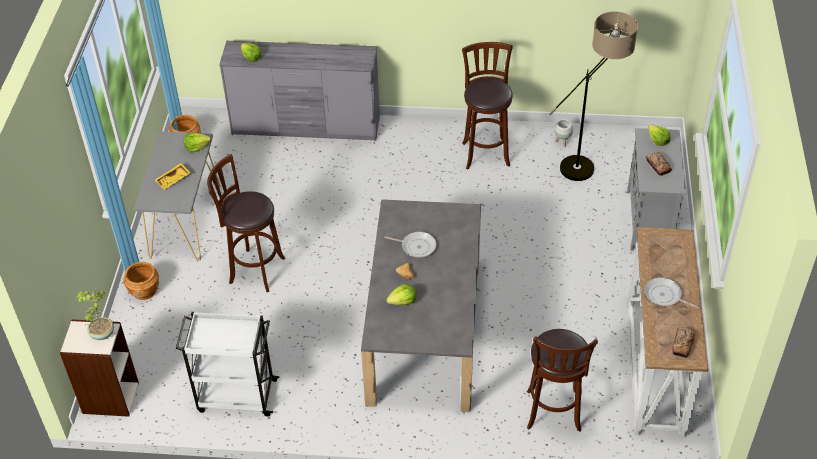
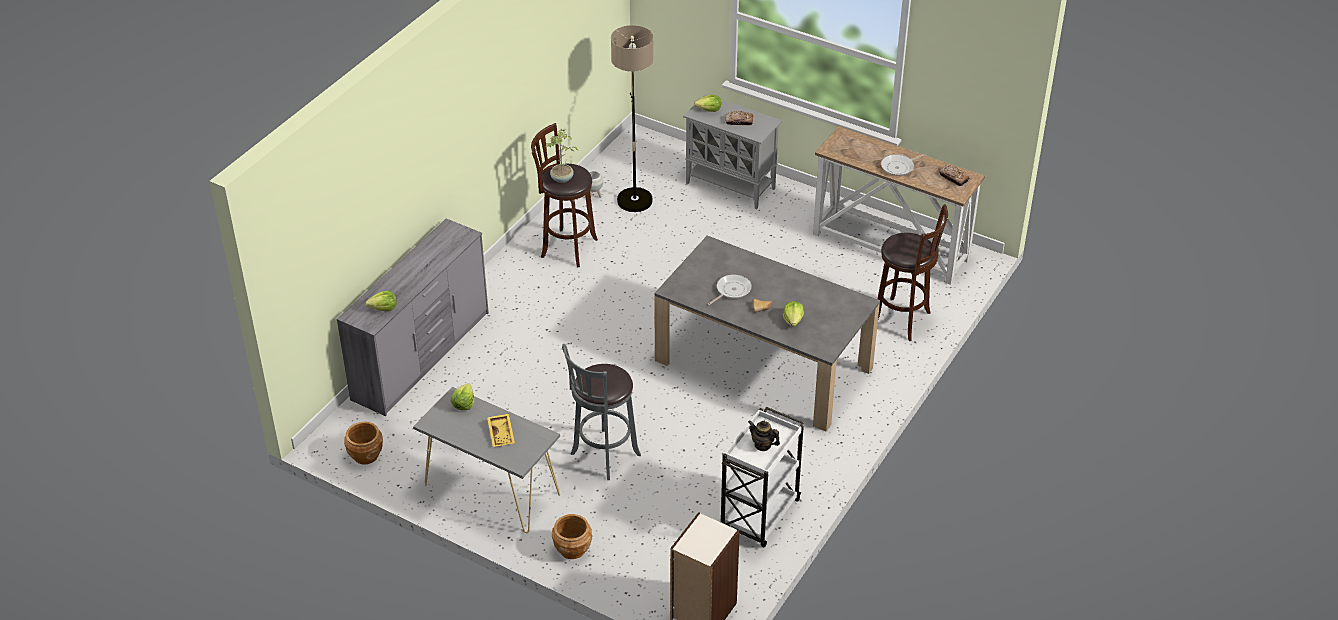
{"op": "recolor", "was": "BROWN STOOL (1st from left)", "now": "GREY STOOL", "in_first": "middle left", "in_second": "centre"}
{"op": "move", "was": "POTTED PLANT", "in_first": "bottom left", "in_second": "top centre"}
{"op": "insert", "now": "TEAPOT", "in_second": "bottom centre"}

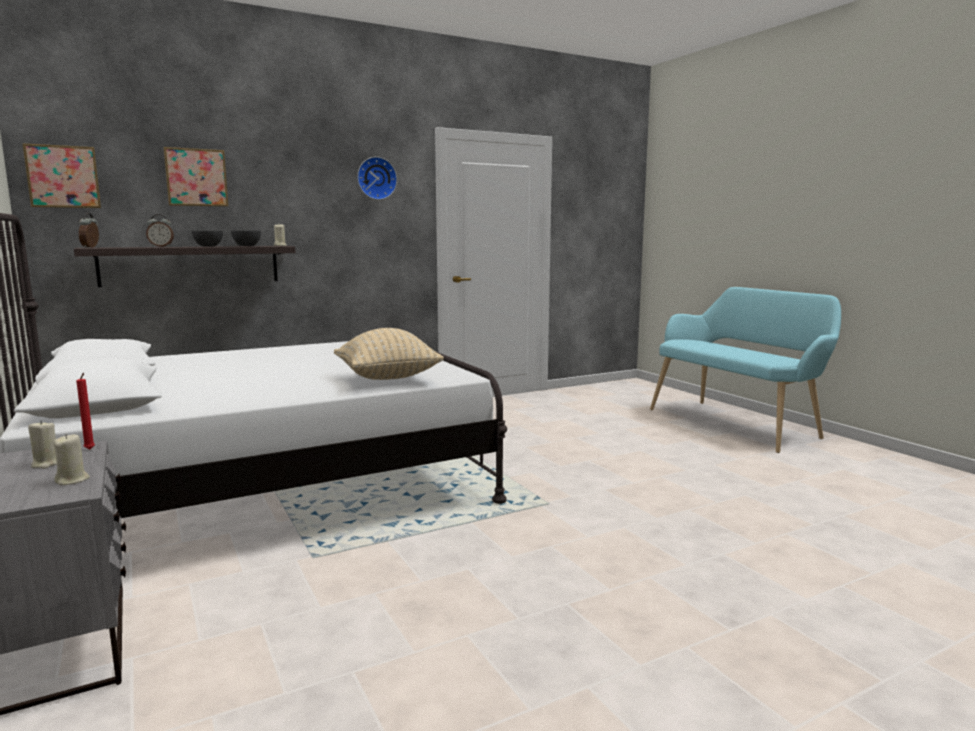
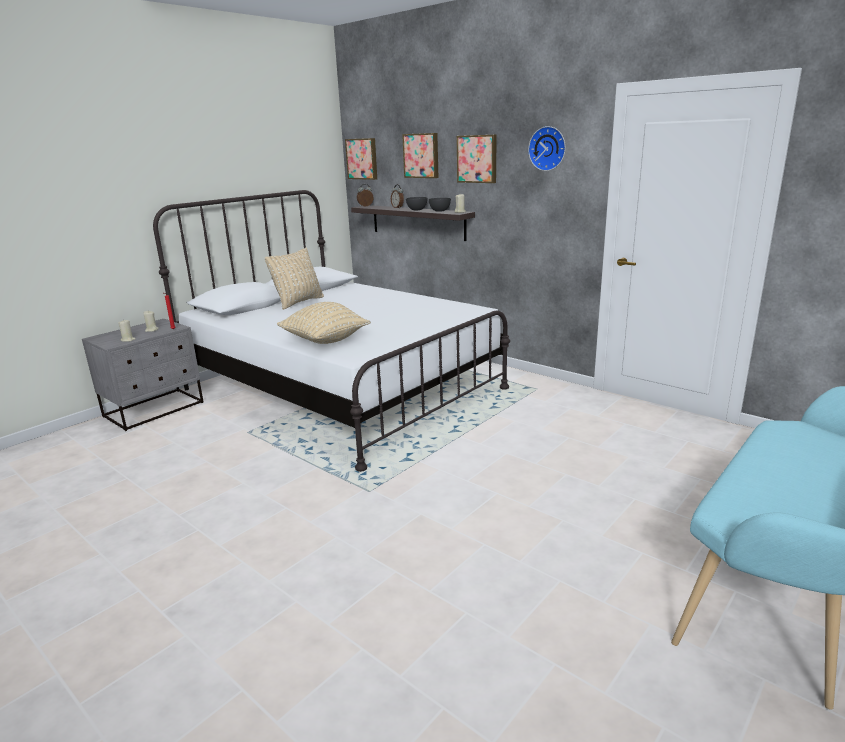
{"op": "insert", "now": "PICTURE (3rd from left)", "in_second": "top centre"}
{"op": "insert", "now": "BEIGE PILLOW (1st from left)", "in_second": "centre"}

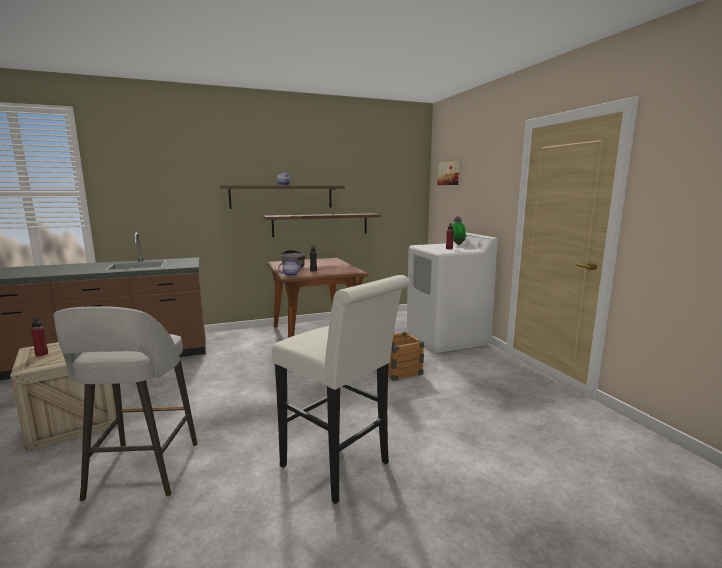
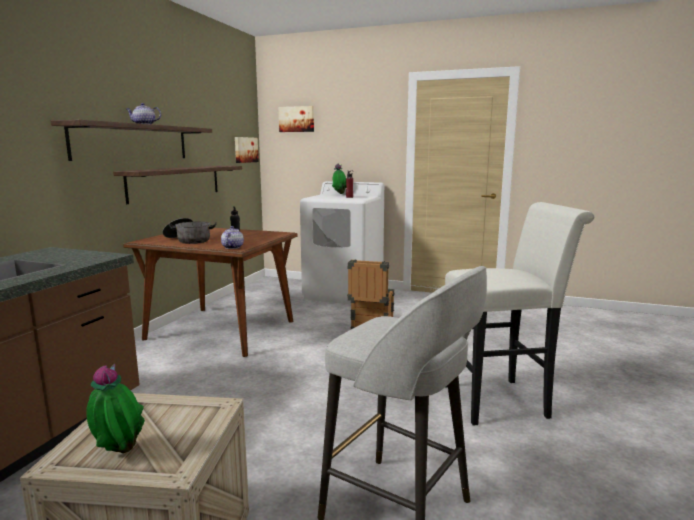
{"op": "replace", "was": "RED BOTTLE (1st from left)", "now": "POTTED PLANT (1st from left)", "in_first": "middle left", "in_second": "bottom left"}
{"op": "insert", "now": "PICTURE (1st from left)", "in_second": "top centre"}

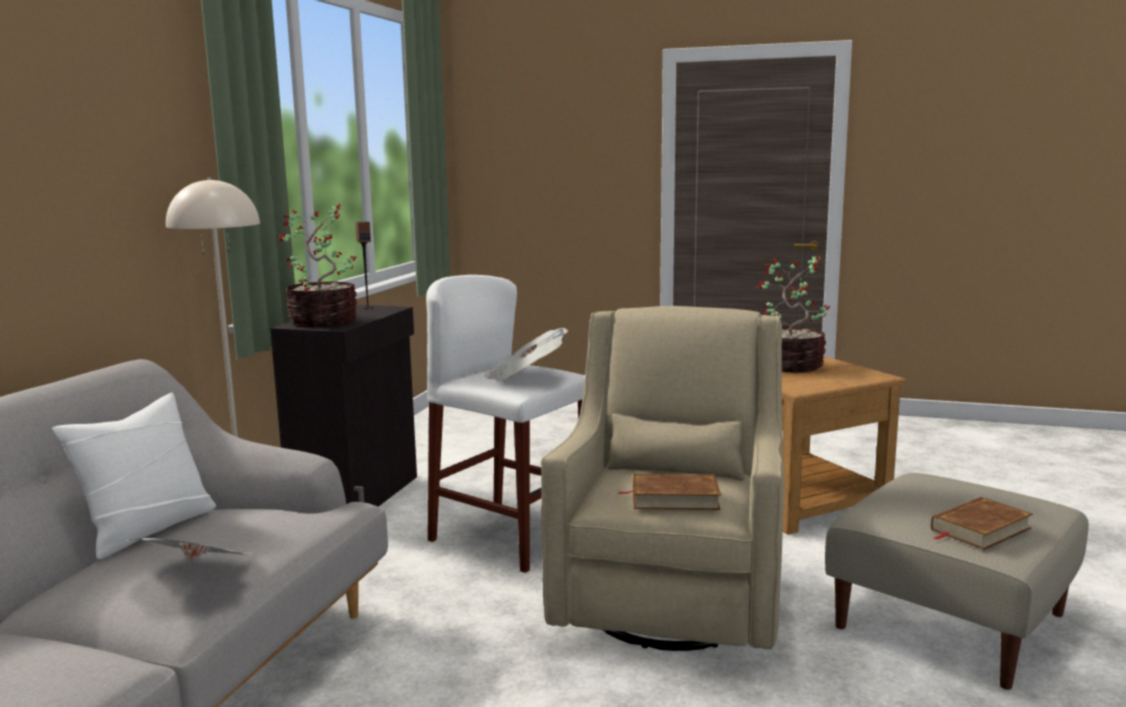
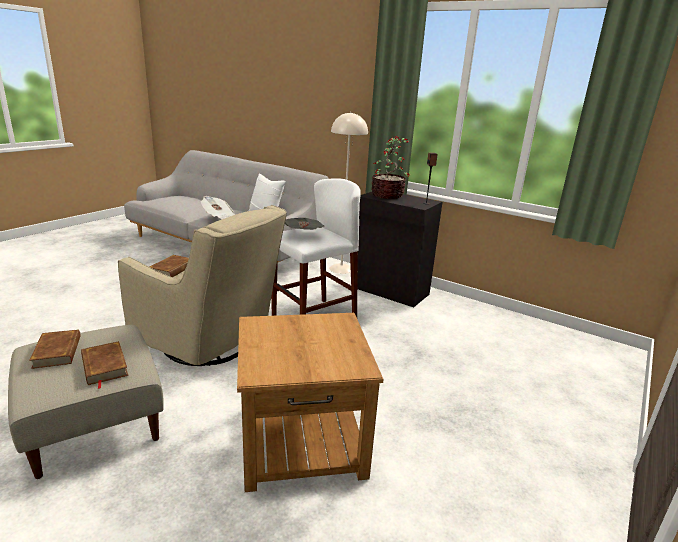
{"op": "delete", "was": "POTTED PLANT (2nd from left)", "in_first": "middle right"}
{"op": "insert", "now": "BROWN BOOK (2nd from left)", "in_second": "bottom left"}

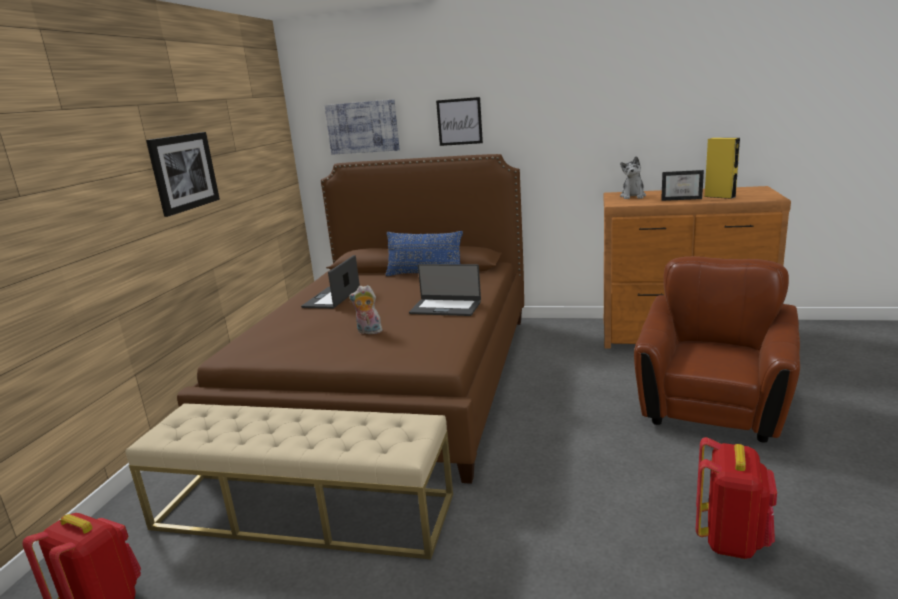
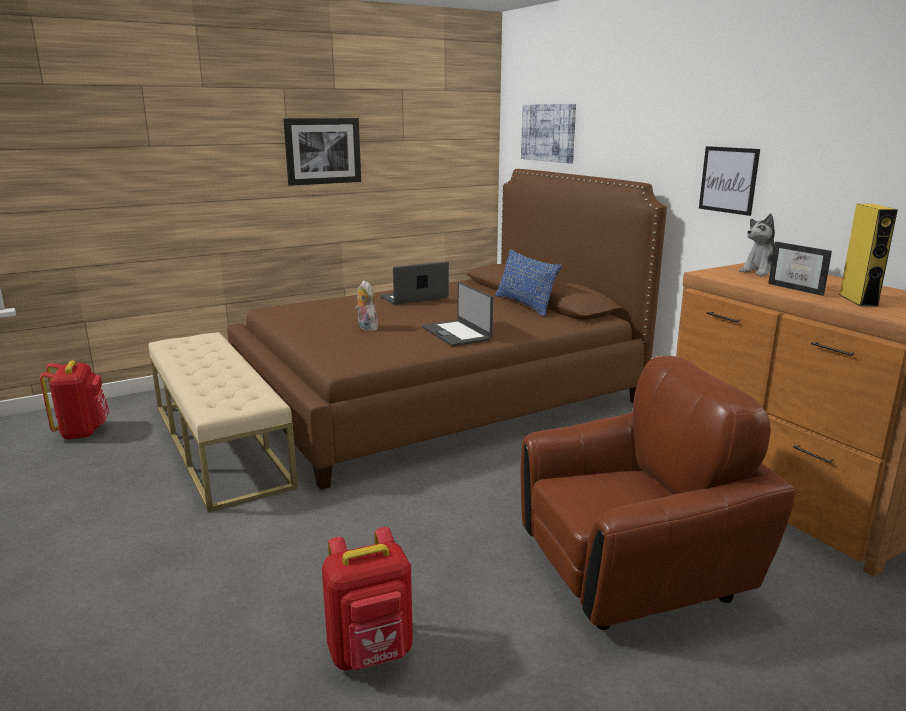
{"op": "move", "was": "PICTURE (3rd from left)", "in_first": "top centre", "in_second": "top right"}

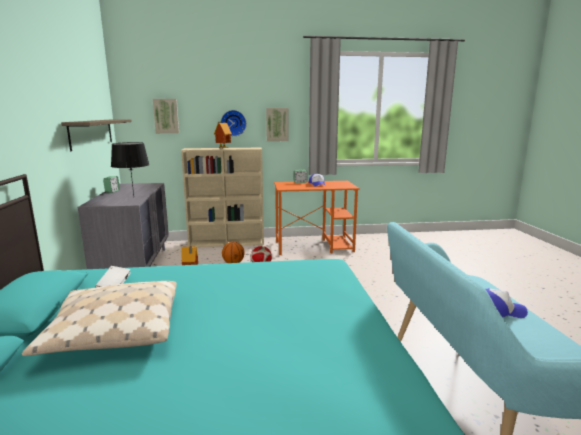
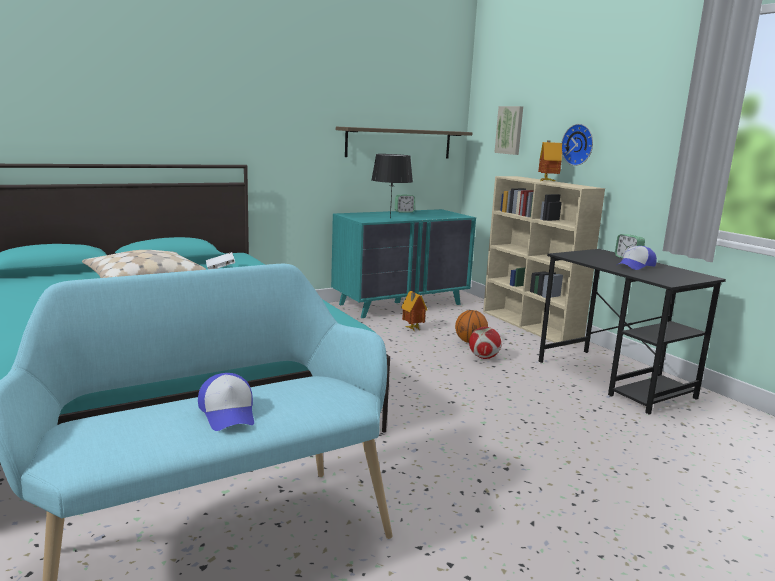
{"op": "delete", "was": "PICTURE (2nd from left)", "in_first": "top centre"}
{"op": "recolor", "was": "ORANGE DESK", "now": "BLACK DESK", "in_first": "centre", "in_second": "middle right"}
{"op": "recolor", "was": "GREY DRESSER", "now": "TURQUOISE DRESSER", "in_first": "middle left", "in_second": "centre"}

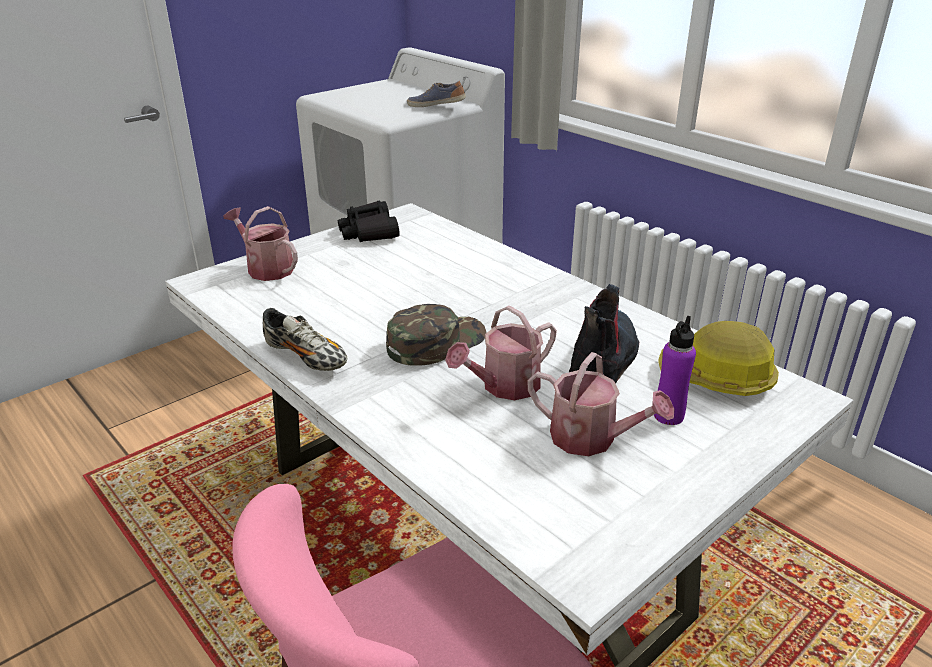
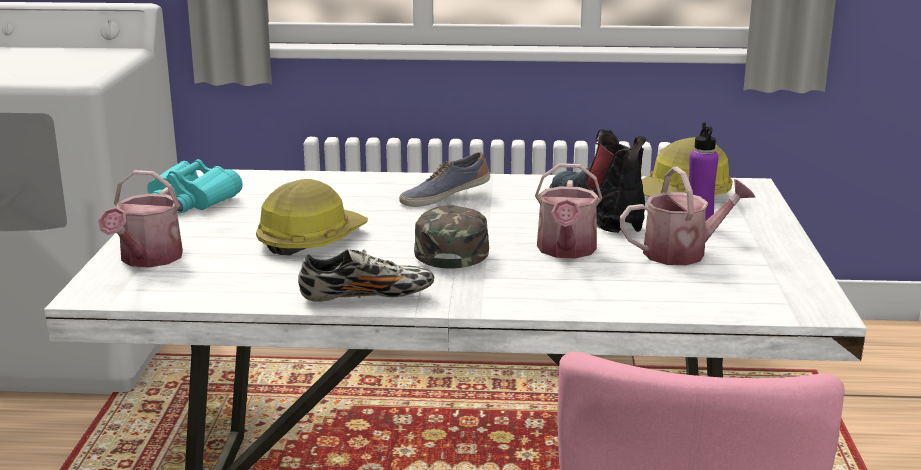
{"op": "move", "was": "SHOE (2nd from left)", "in_first": "top centre", "in_second": "centre"}
{"op": "recolor", "was": "BLACK BINOCULARS", "now": "TURQUOISE BINOCULARS", "in_first": "top centre", "in_second": "middle left"}
{"op": "rotate", "was": "WATERING CAN (1st from left)", "in_first": "middle left", "in_second": "middle left", "clockwise": -75}
{"op": "insert", "now": "HARD HAT (1st from left)", "in_second": "centre"}

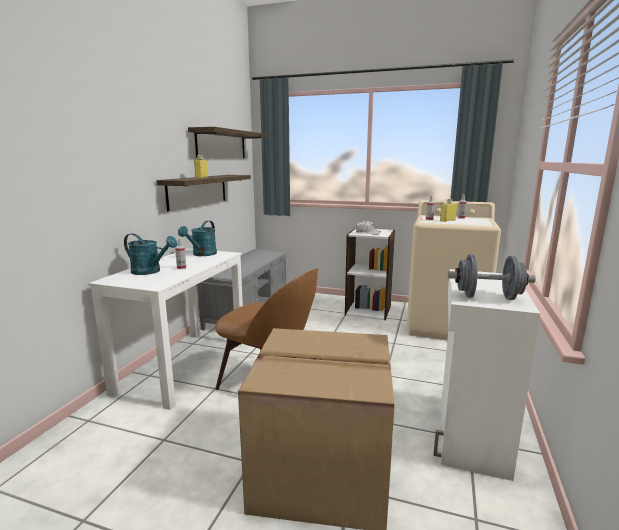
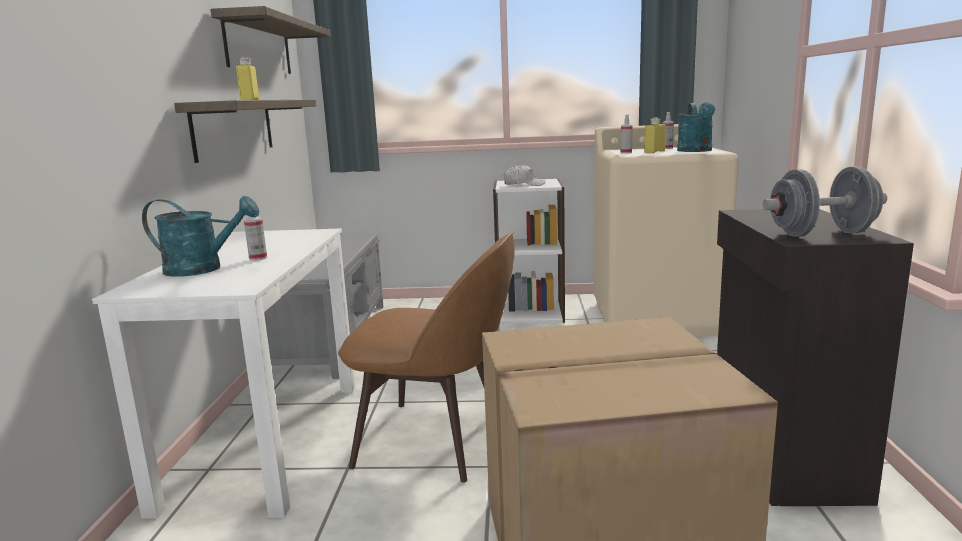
{"op": "move", "was": "TURQUOISE WATERING CAN (2nd from left)", "in_first": "middle left", "in_second": "top right"}
{"op": "recolor", "was": "WHITE CABINET", "now": "BLACK CABINET", "in_first": "bottom right", "in_second": "middle right"}

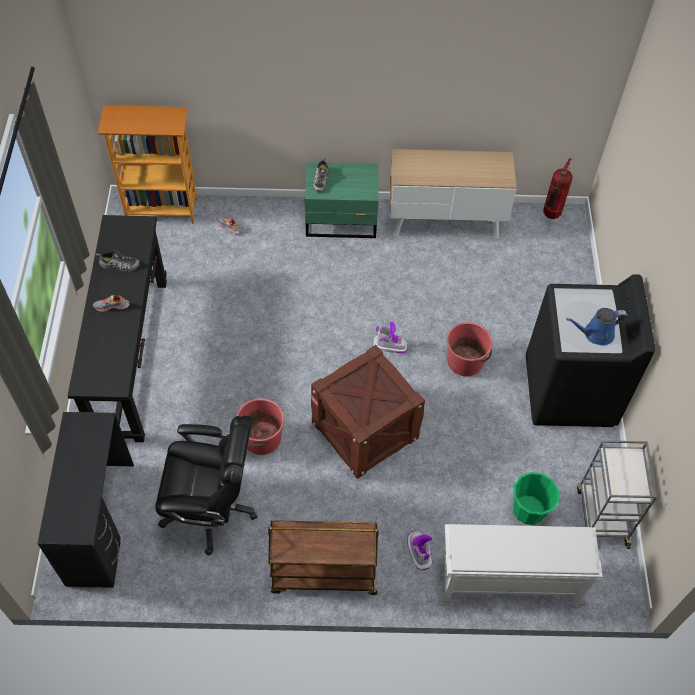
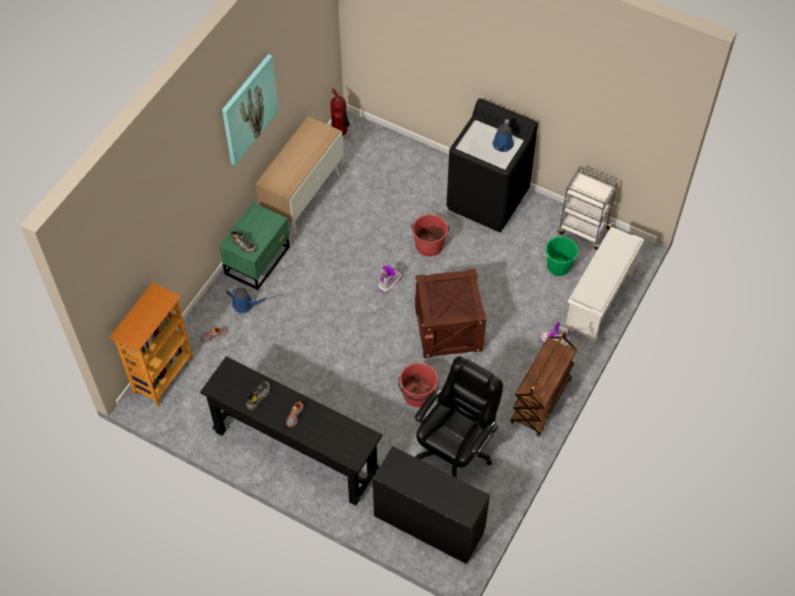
{"op": "insert", "now": "PICTURE", "in_second": "top left"}
{"op": "insert", "now": "BLUE WATERING CAN (1st from left)", "in_second": "middle left"}

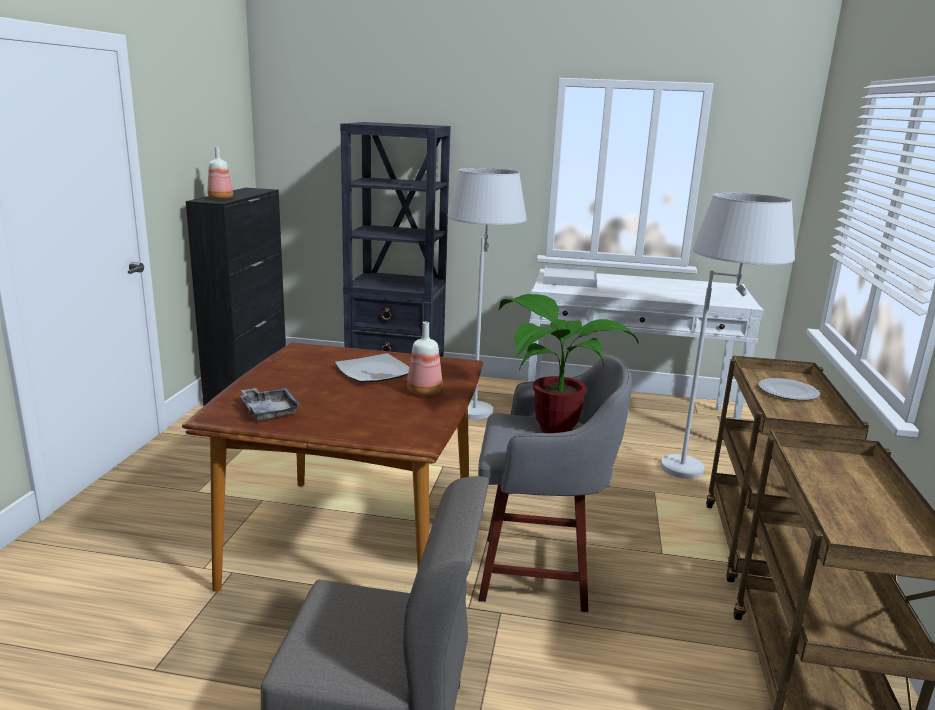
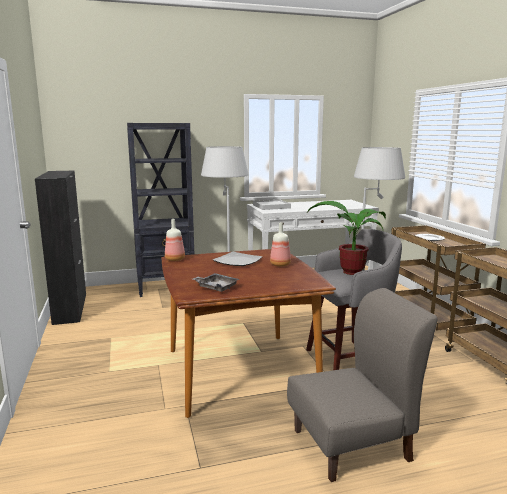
{"op": "move", "was": "BOTTLE (1st from left)", "in_first": "top left", "in_second": "centre"}

